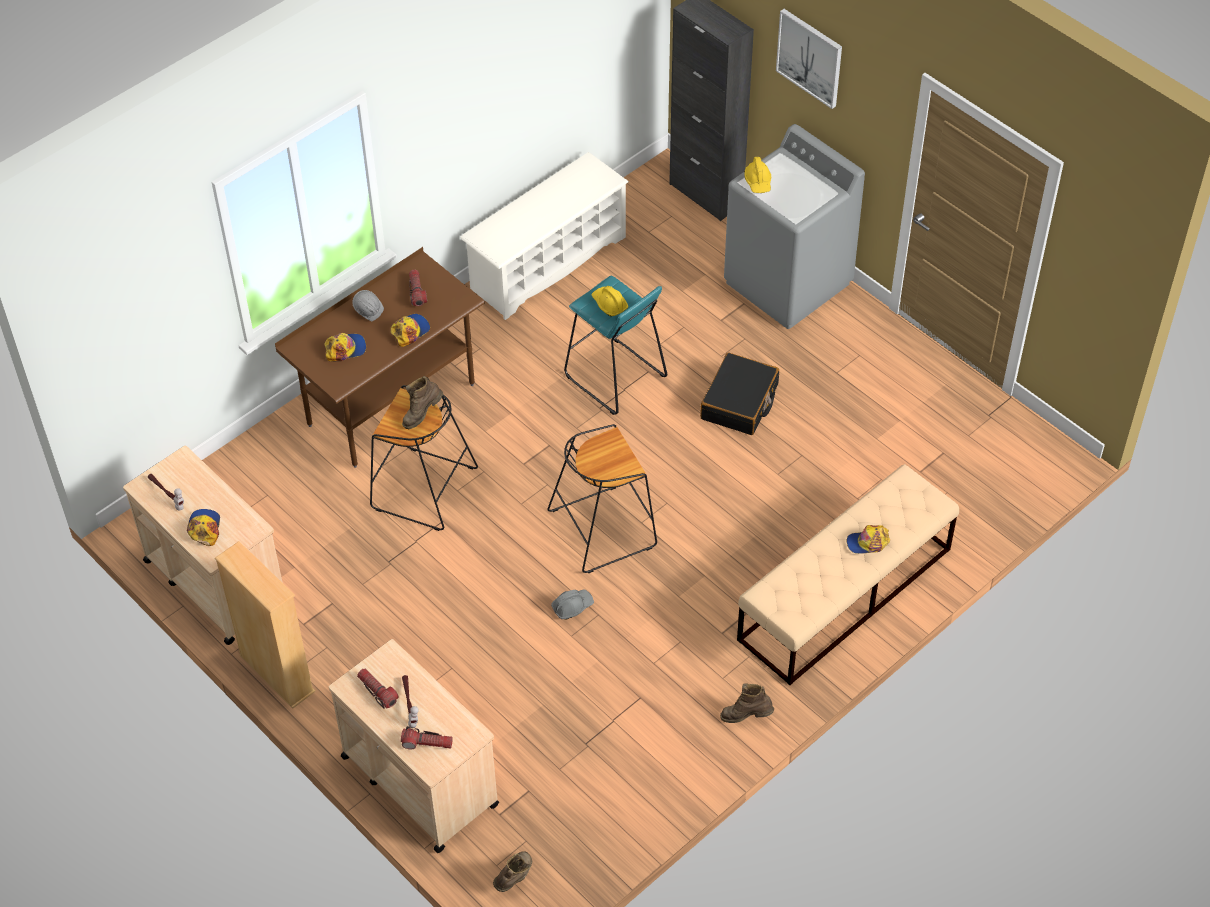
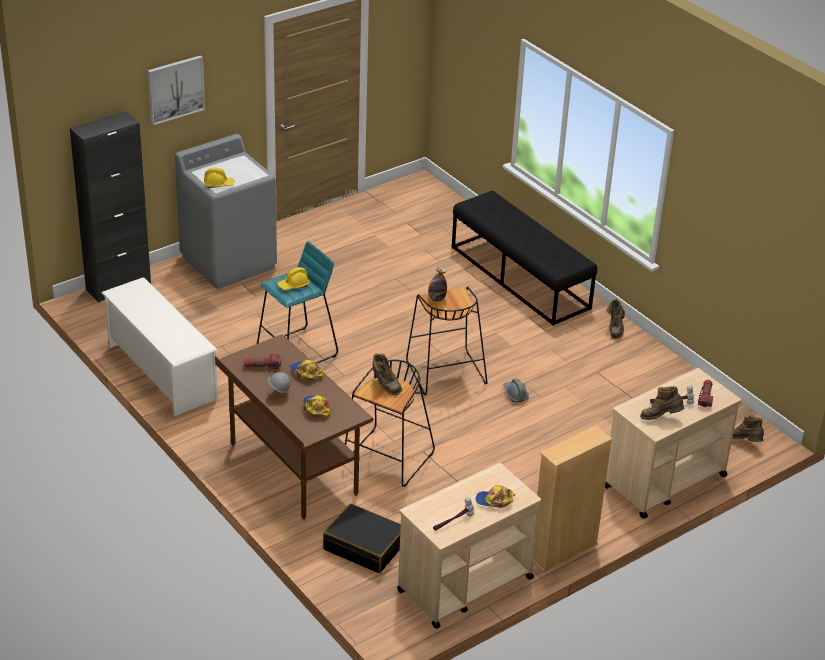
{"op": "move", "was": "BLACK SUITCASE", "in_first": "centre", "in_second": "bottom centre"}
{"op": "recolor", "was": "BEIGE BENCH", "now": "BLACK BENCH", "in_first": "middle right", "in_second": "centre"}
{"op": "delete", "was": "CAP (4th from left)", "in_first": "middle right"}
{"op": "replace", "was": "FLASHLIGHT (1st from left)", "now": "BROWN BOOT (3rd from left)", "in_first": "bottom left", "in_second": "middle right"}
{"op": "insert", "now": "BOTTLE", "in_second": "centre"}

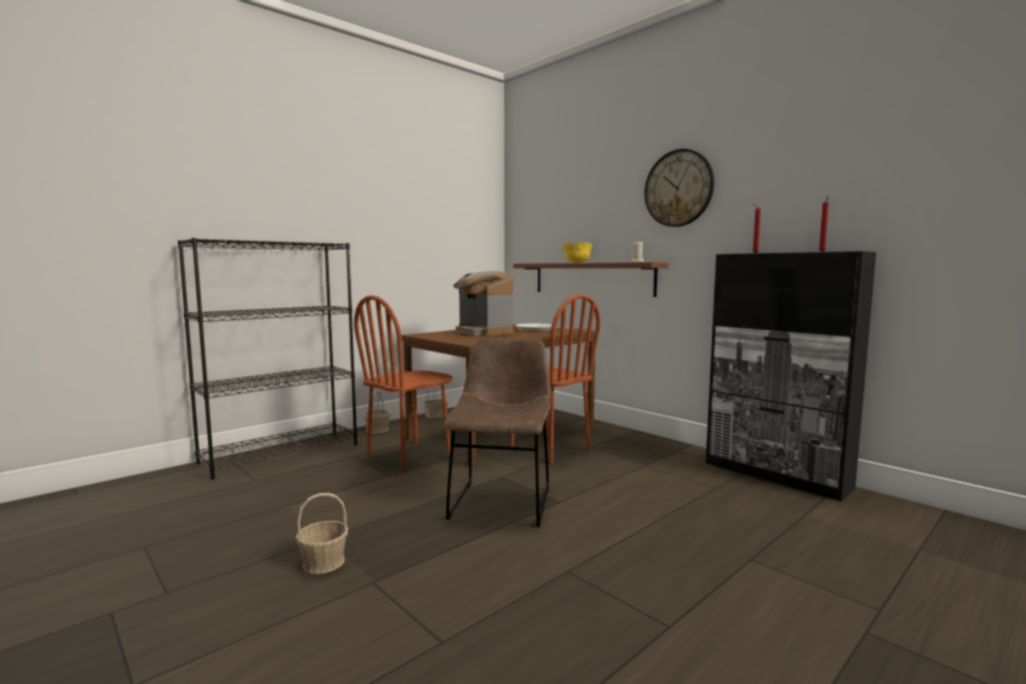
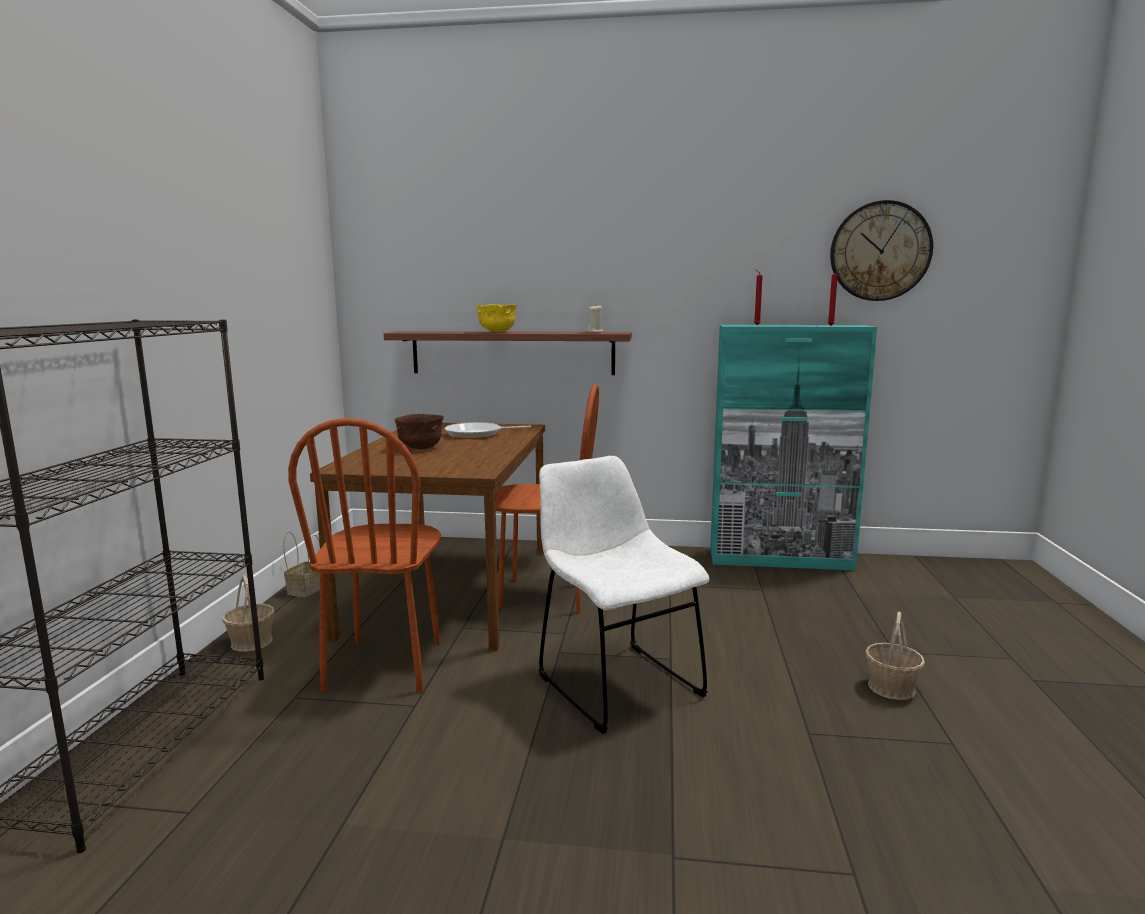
{"op": "move", "was": "WALL CLOCK", "in_first": "top centre", "in_second": "top right"}
{"op": "recolor", "was": "BLACK CABINET", "now": "TURQUOISE CABINET", "in_first": "middle right", "in_second": "middle right"}
{"op": "replace", "was": "COFFEE MACHINE", "now": "BROWN BOWL", "in_first": "centre", "in_second": "centre"}
{"op": "recolor", "was": "BROWN CHAIR (2nd from left)", "now": "WHITE CHAIR", "in_first": "centre", "in_second": "centre"}
{"op": "move", "was": "BASKET (1st from left in the first image)", "now": "BASKET (3rd from left)", "in_first": "bottom left", "in_second": "bottom right"}

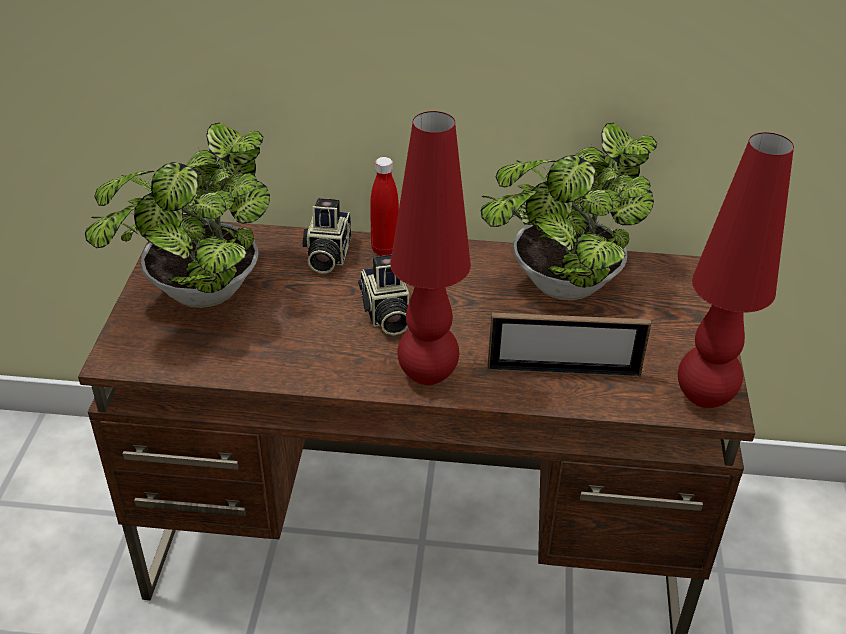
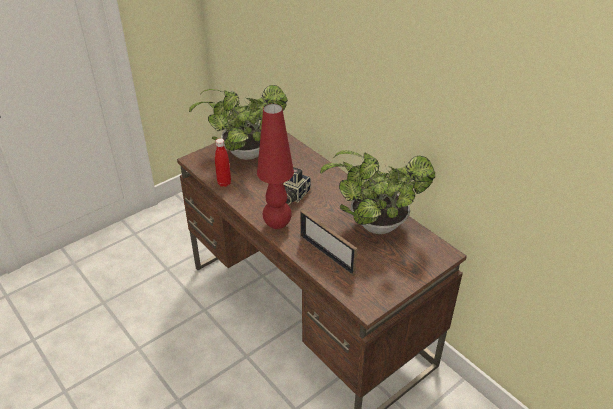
{"op": "delete", "was": "RED TABLE LAMP (2nd from left)", "in_first": "middle right"}
{"op": "move", "was": "RED BOTTLE", "in_first": "top centre", "in_second": "centre"}
{"op": "delete", "was": "PHOTO CAMERA (1st from left)", "in_first": "centre"}

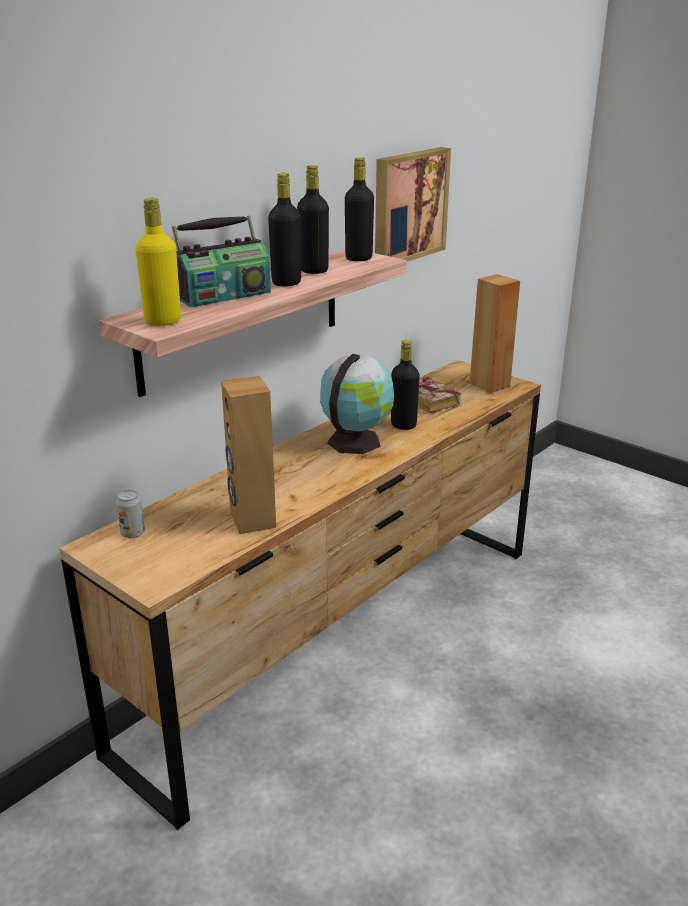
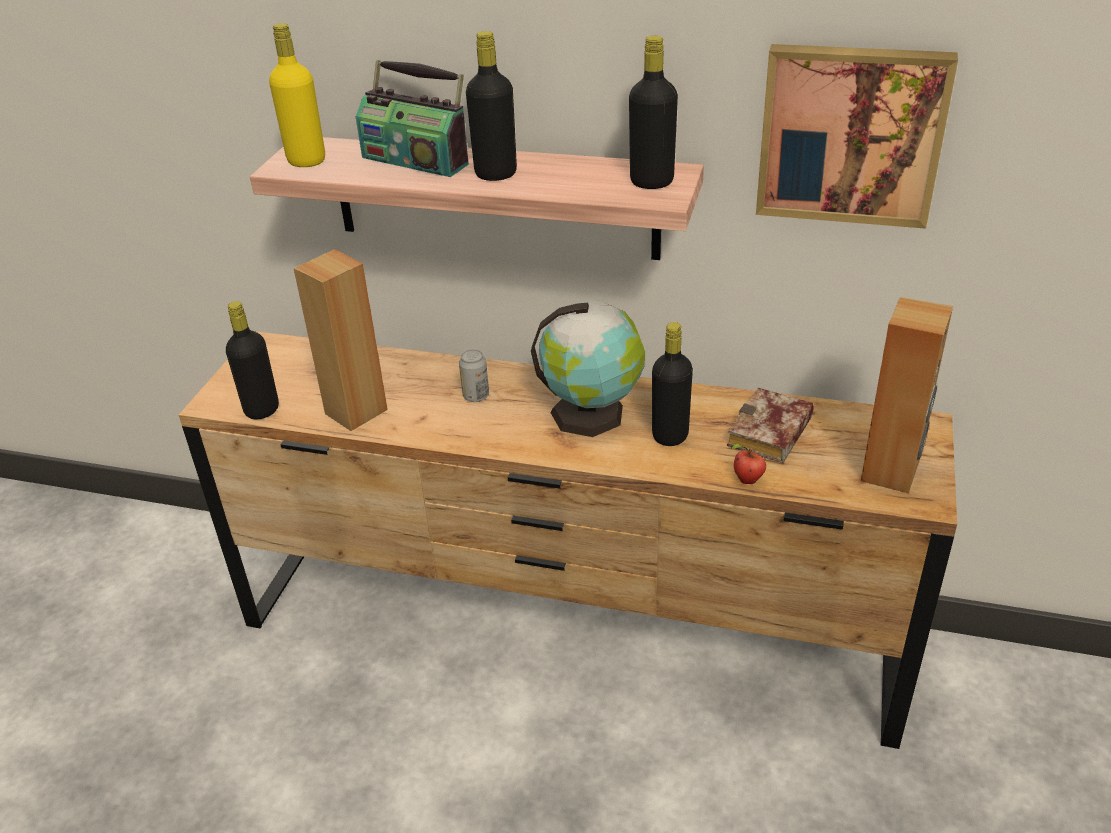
{"op": "move", "was": "BLACK BOTTLE (2nd from left in the first image)", "now": "BLACK BOTTLE (1st from left)", "in_first": "top centre", "in_second": "middle left"}
{"op": "move", "was": "CAN", "in_first": "middle left", "in_second": "centre"}
{"op": "insert", "now": "APPLE", "in_second": "middle right"}

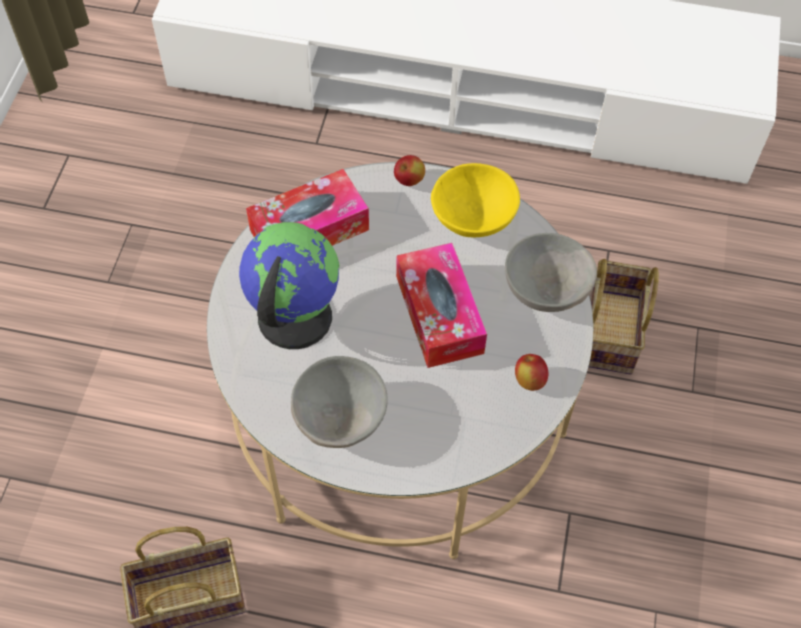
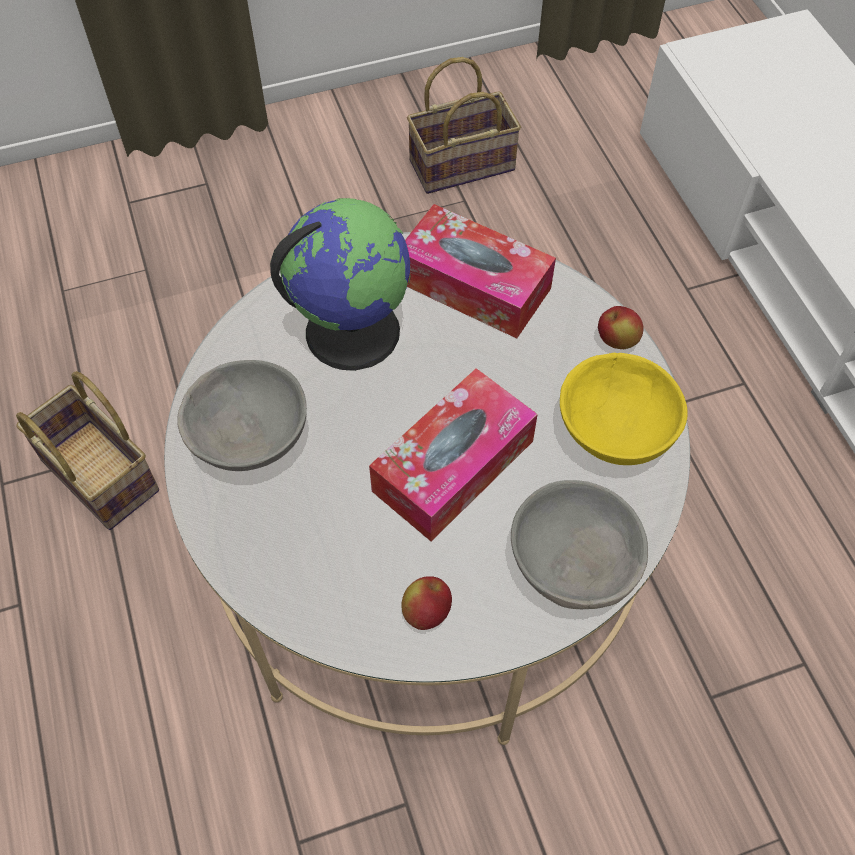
{"op": "move", "was": "BASKET (2nd from left)", "in_first": "middle right", "in_second": "top centre"}

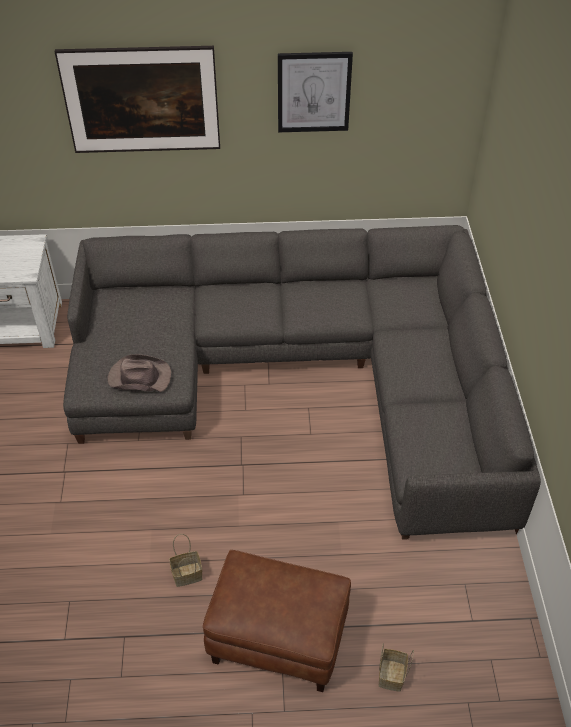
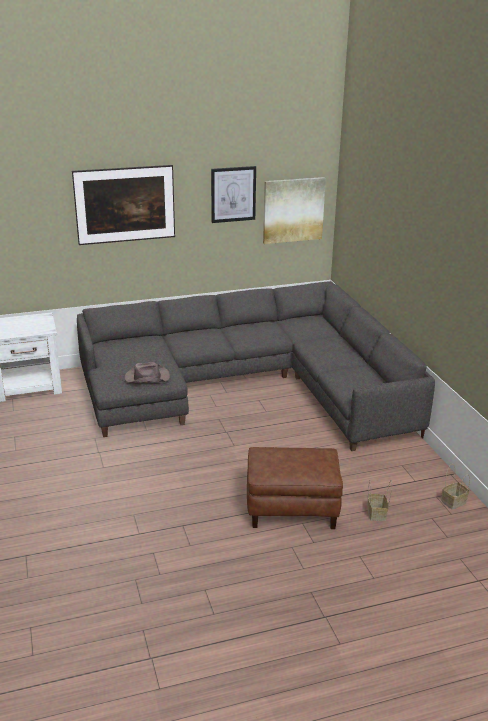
{"op": "move", "was": "BASKET (1st from left in the first image)", "now": "BASKET (2nd from left)", "in_first": "bottom left", "in_second": "bottom right"}
{"op": "insert", "now": "PICTURE (3rd from left)", "in_second": "top centre"}

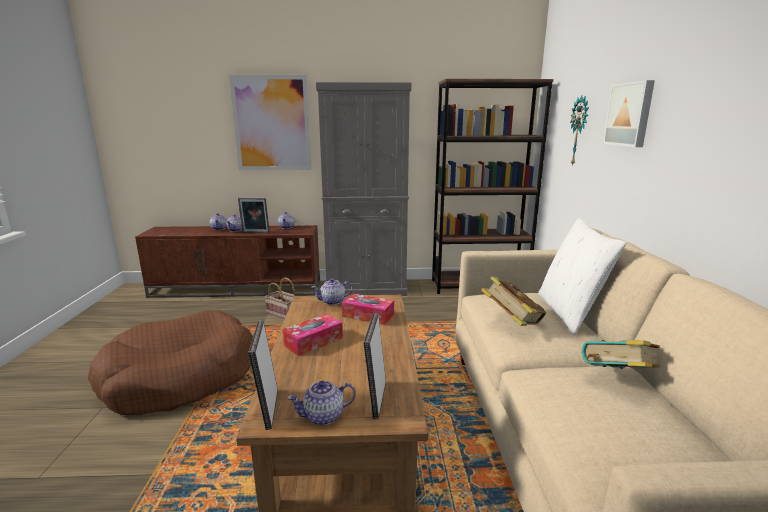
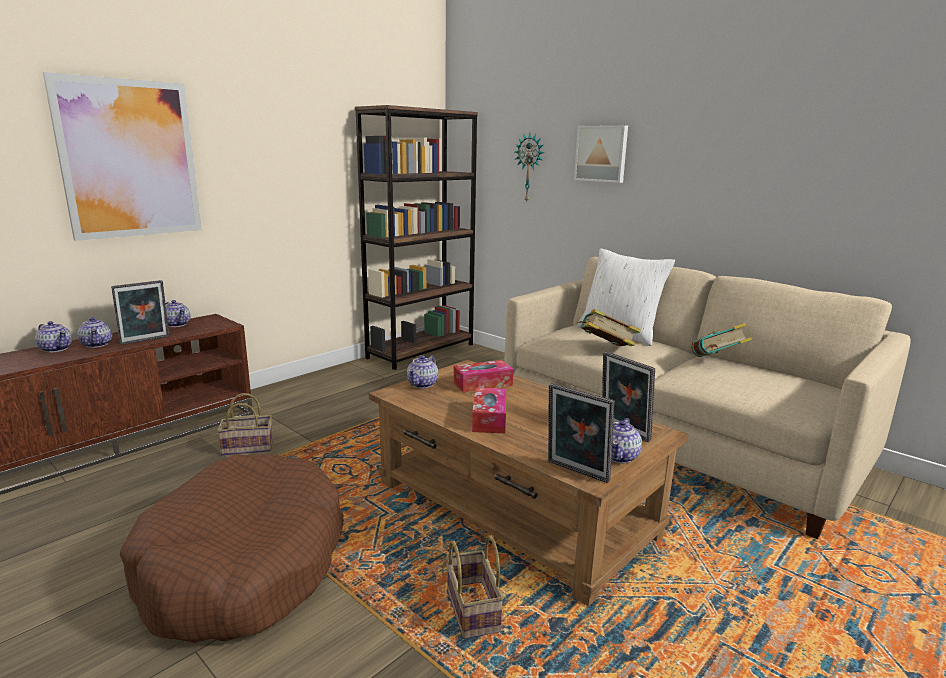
{"op": "delete", "was": "GREY CABINET", "in_first": "centre"}
{"op": "insert", "now": "BASKET (2nd from left)", "in_second": "bottom centre"}

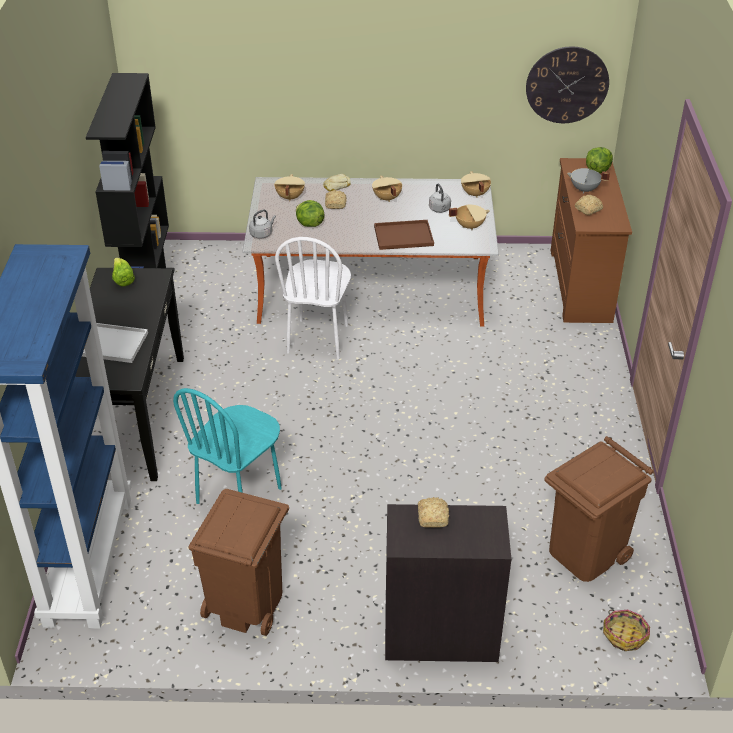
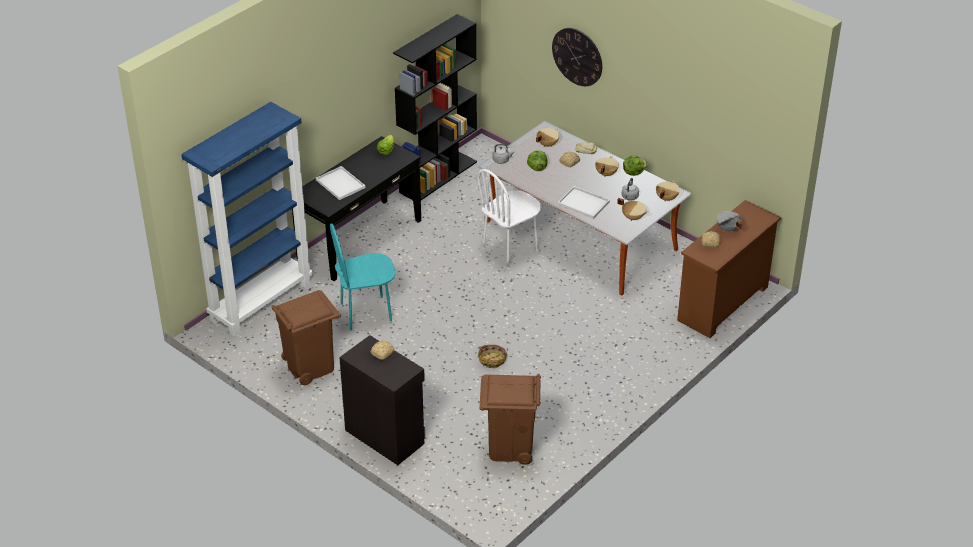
{"op": "move", "was": "WALL CLOCK", "in_first": "top right", "in_second": "top centre"}
{"op": "move", "was": "LETTUCE (3rd from left)", "in_first": "top right", "in_second": "top centre"}
{"op": "recolor", "was": "BROWN TRAY", "now": "WHITE TRAY (2nd from left)", "in_first": "top centre", "in_second": "centre"}
{"op": "move", "was": "BASKET", "in_first": "bottom right", "in_second": "centre"}

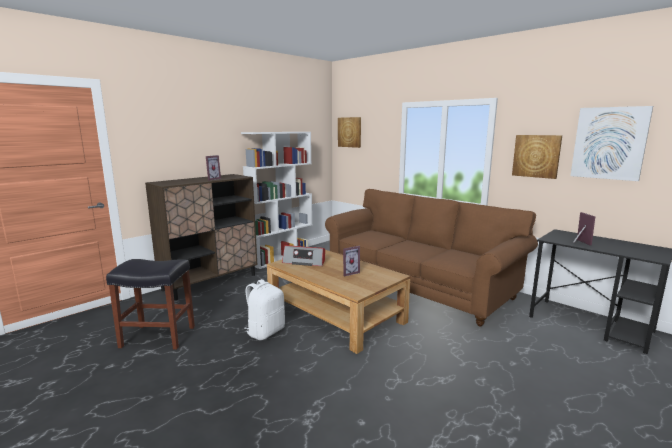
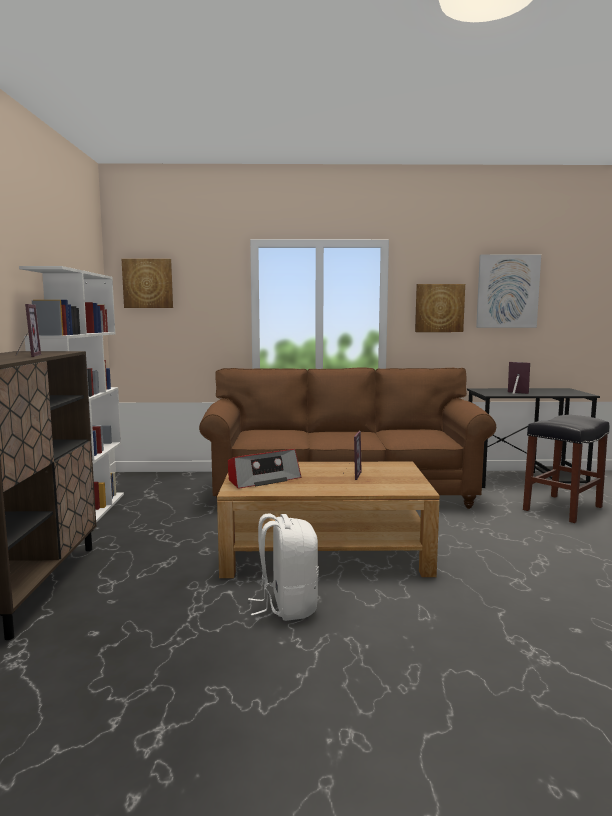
{"op": "move", "was": "BLACK STOOL", "in_first": "bottom left", "in_second": "middle right"}

